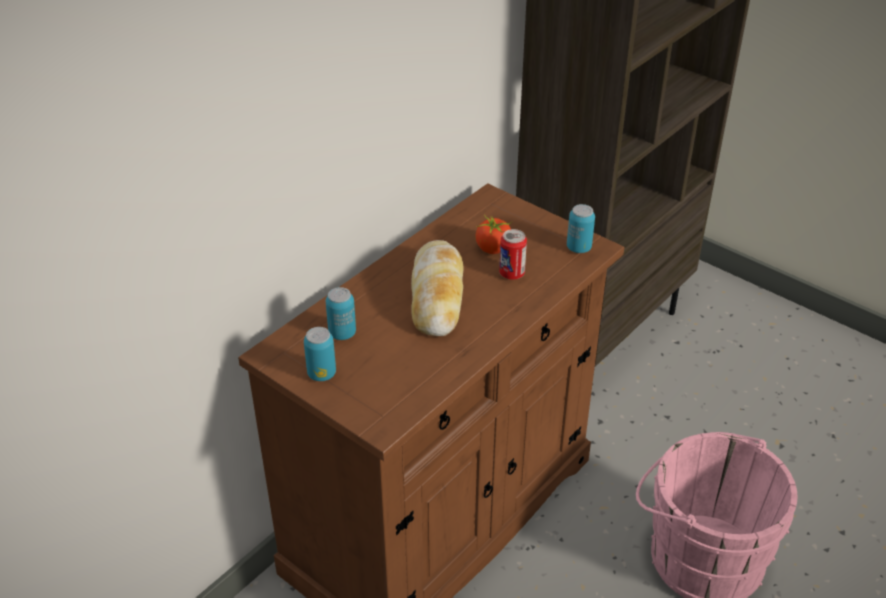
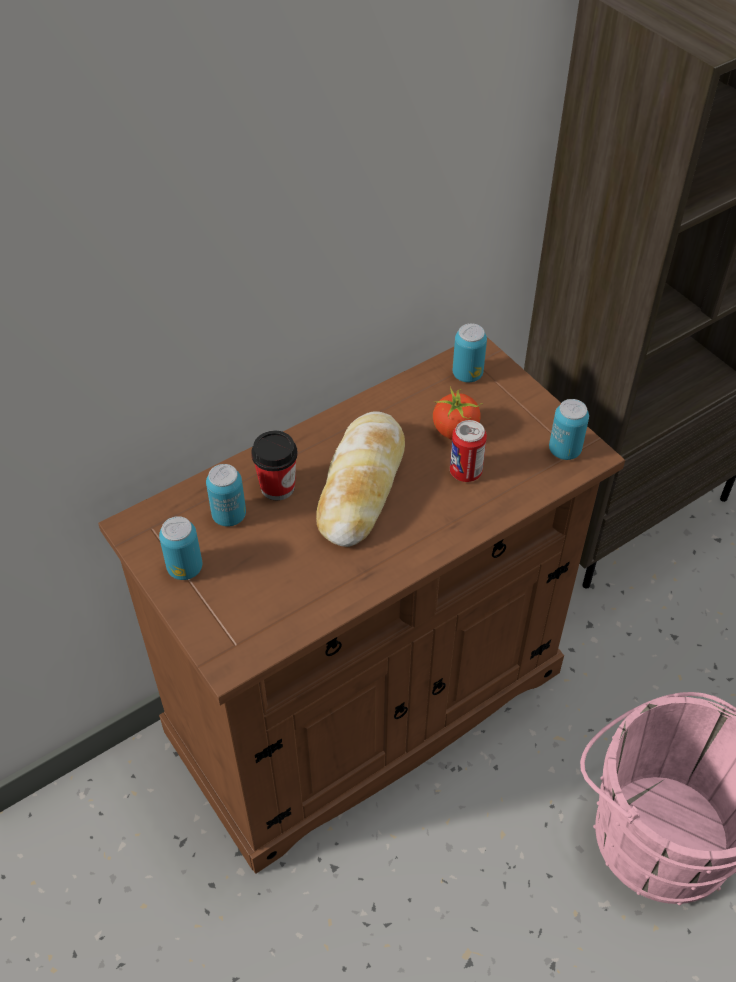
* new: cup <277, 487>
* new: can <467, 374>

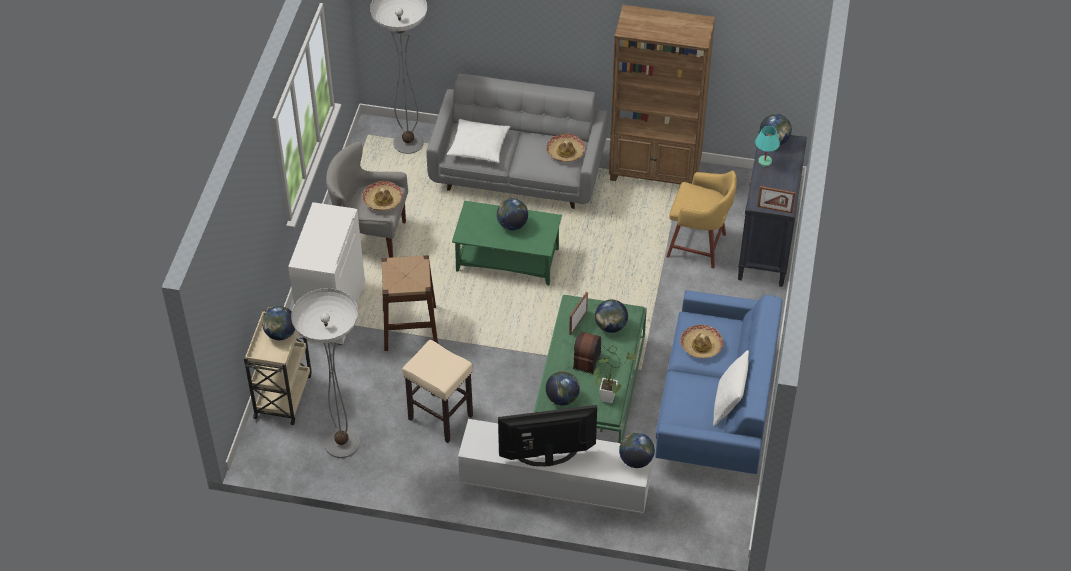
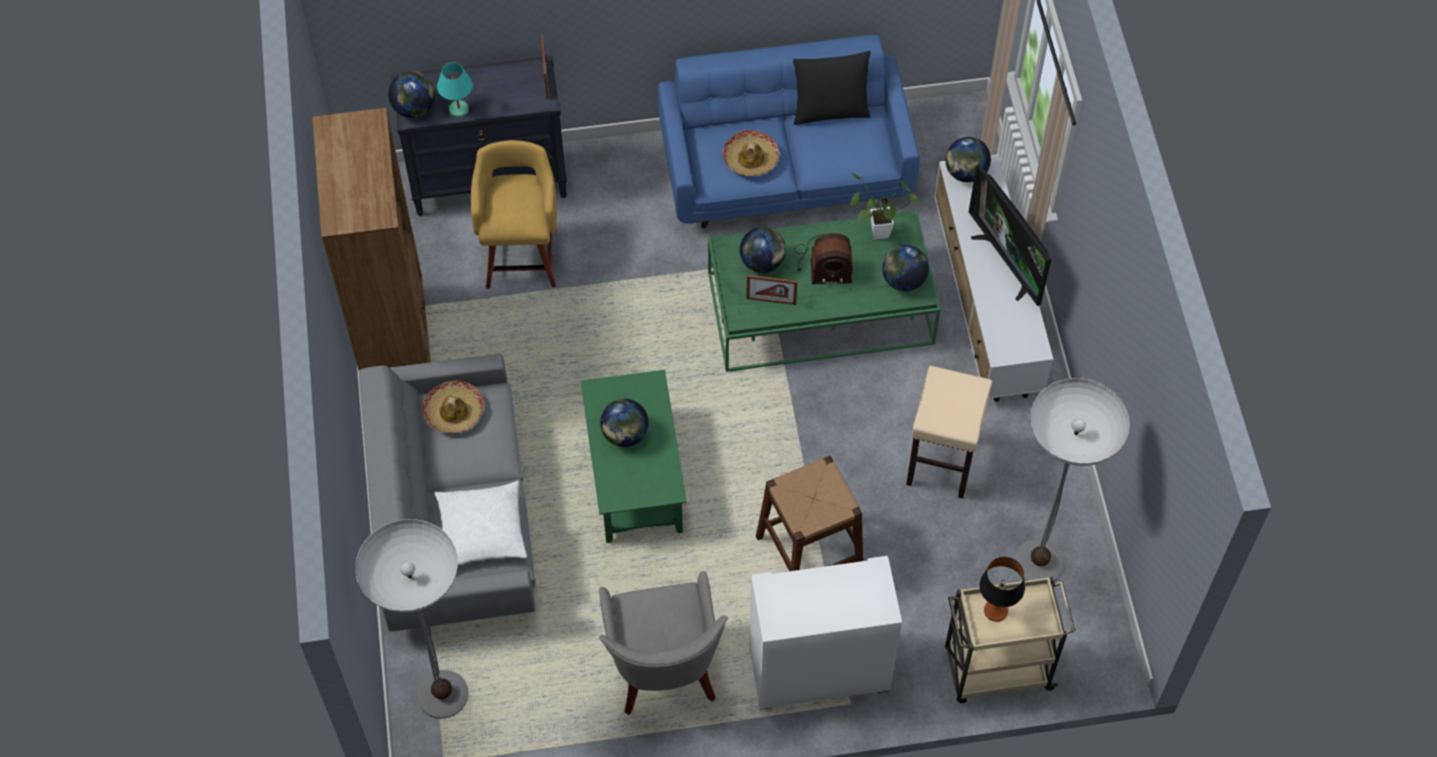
* swapped: globe <281, 334> to lamp for a table <996, 611>
* gone: clothing hat <383, 200>
* repainted: throw pillow/whitish <728, 404> to throw pillow/black-coloured <830, 110>

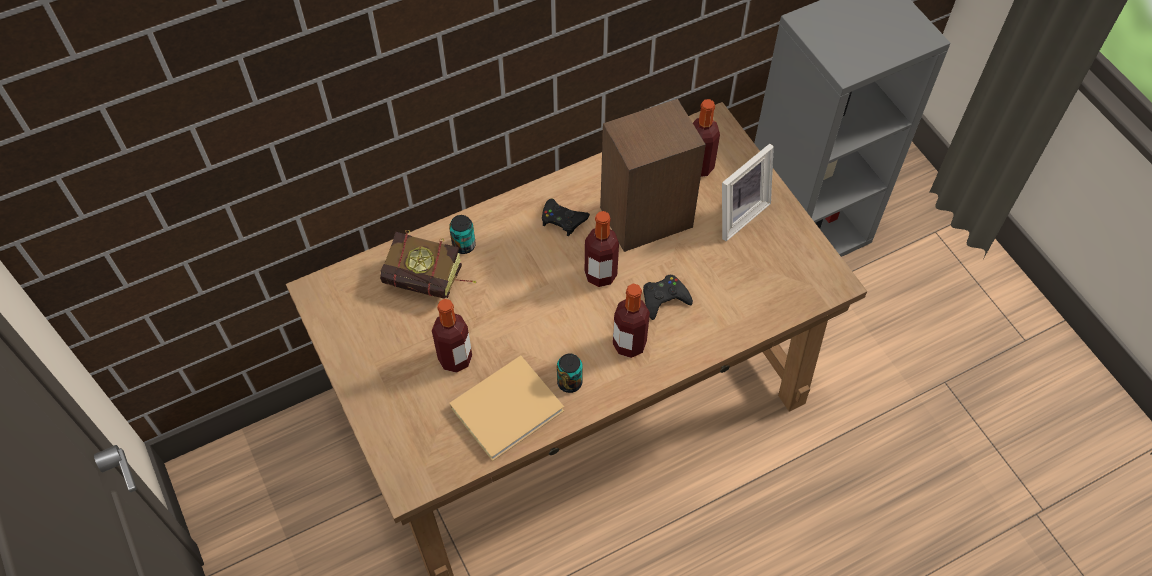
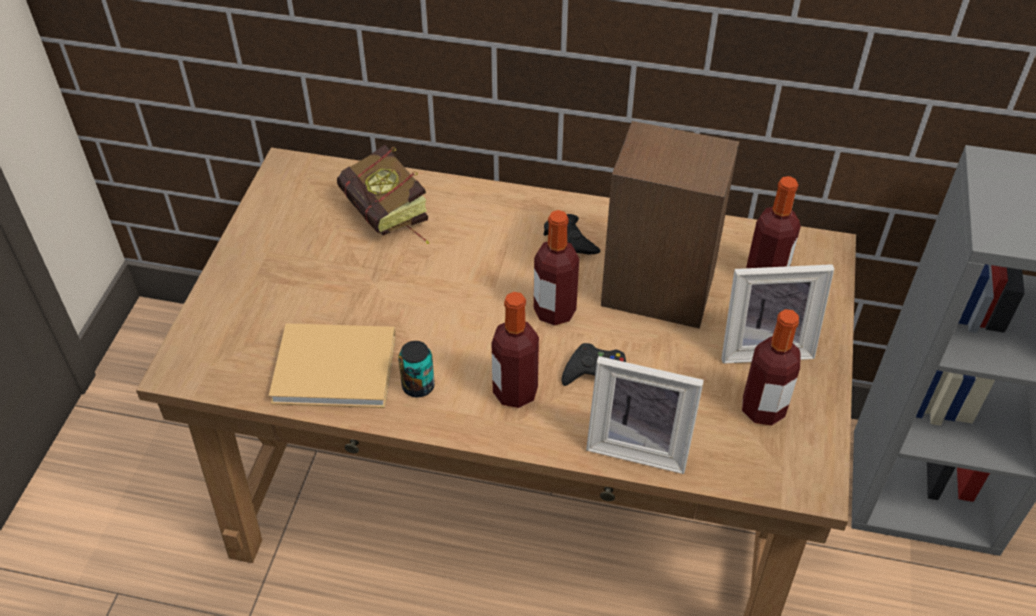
* shifted: beverage bottle <455, 358> to <763, 409>
* gone: can <464, 245>
* new: standing frame <639, 444>

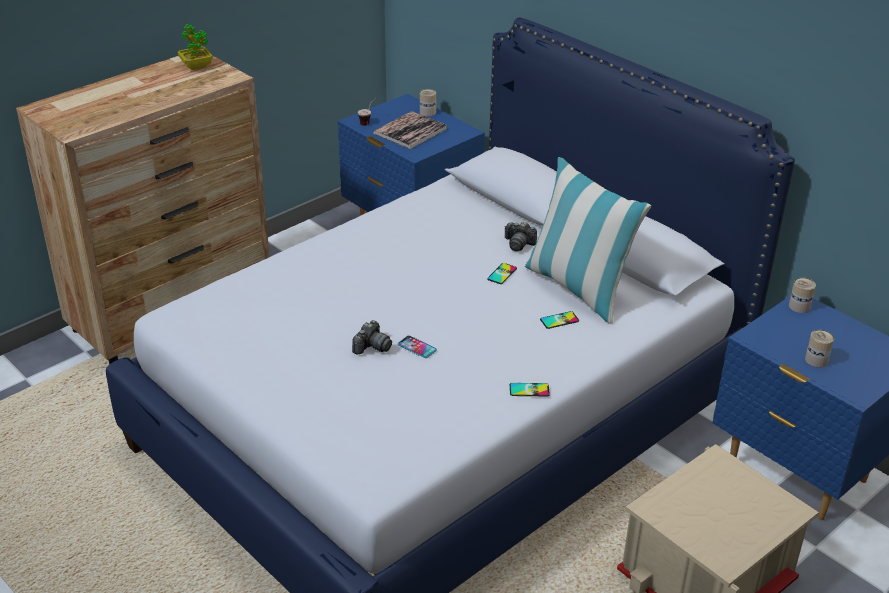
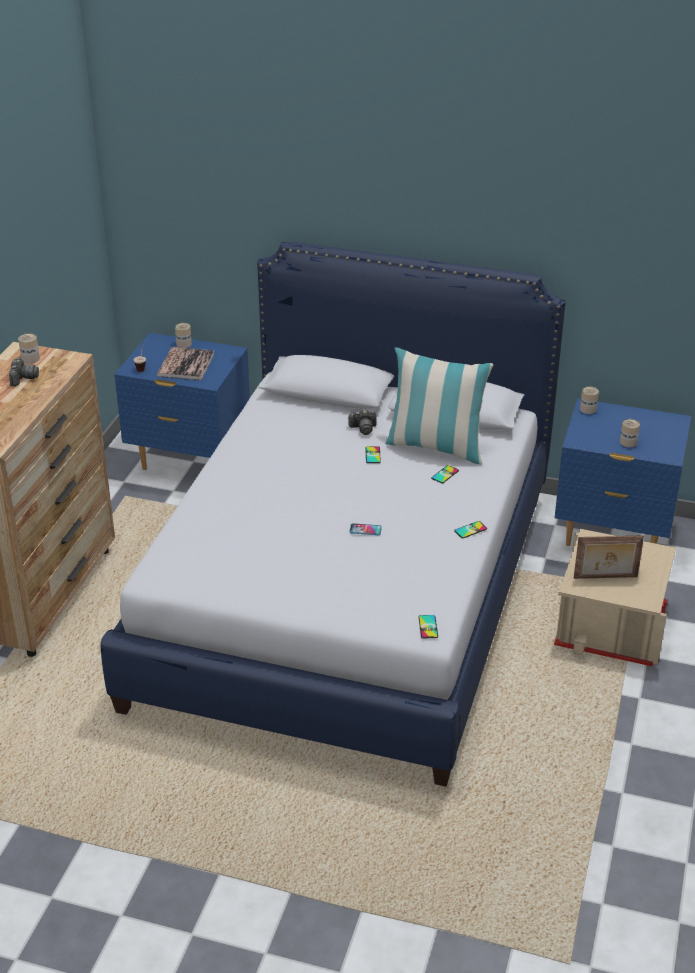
* swapped: houseplant <196, 66> to can <30, 358>
* shifted: photo camera <372, 347> to <23, 378>
* new: phone <428, 627>
* new: standing frame <605, 578>

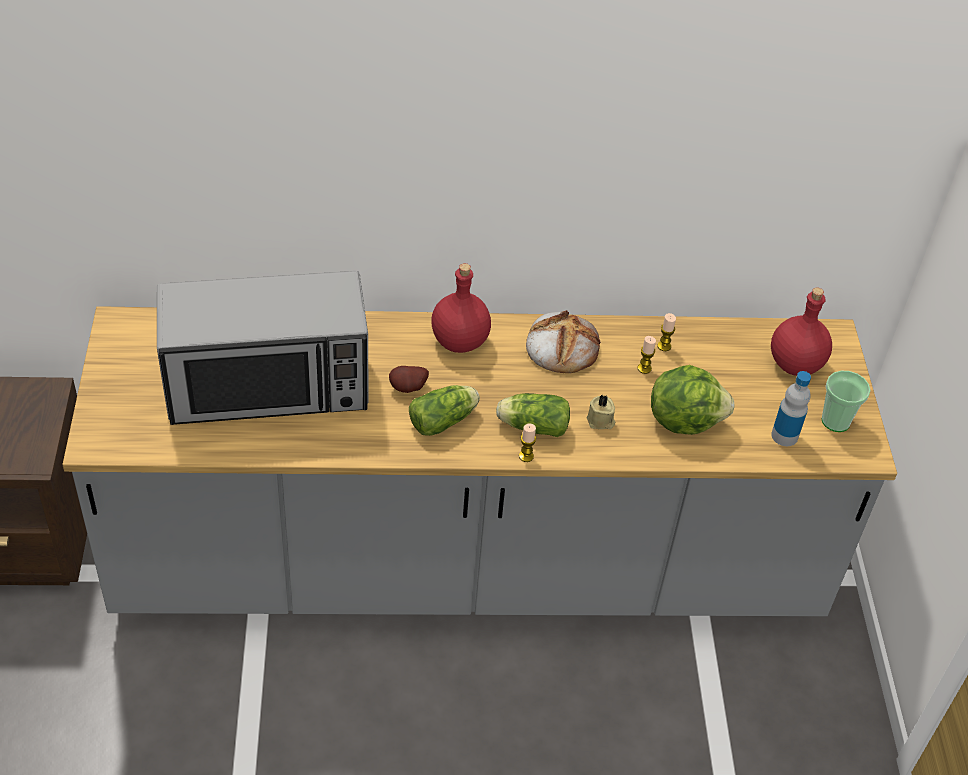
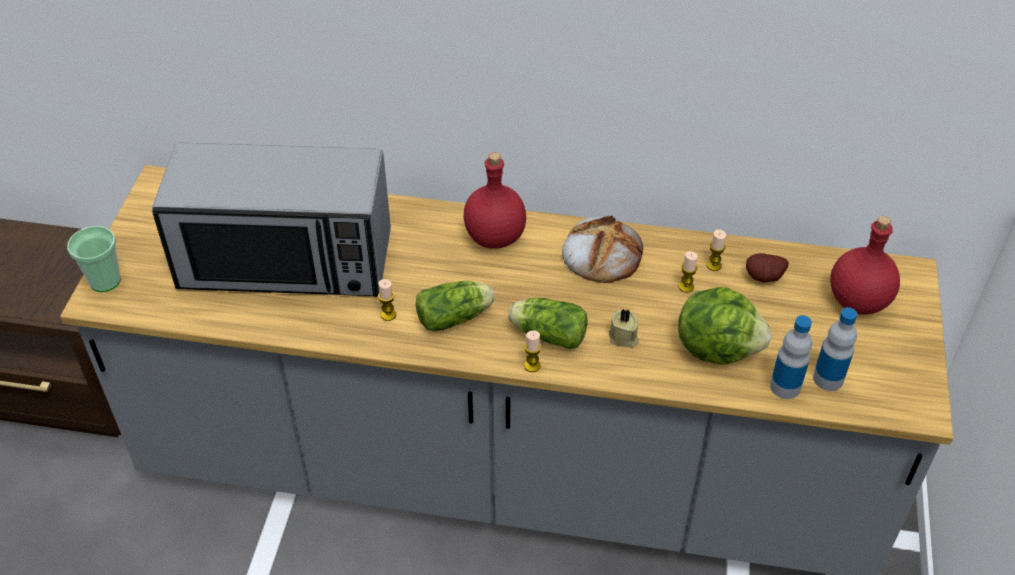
* shifted: potato <409, 389> to <764, 279>
* shifted: cup <835, 421> to <105, 281>
* new: wax candle <388, 315>
* new: beverage bottle <785, 386>

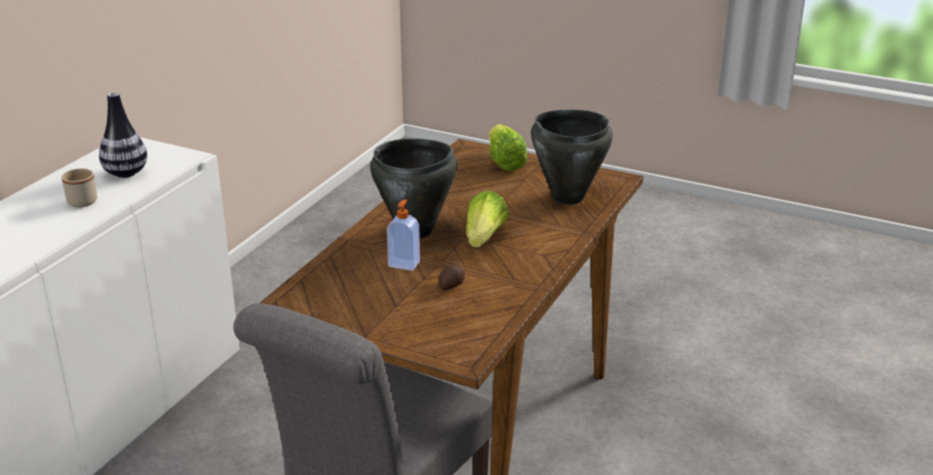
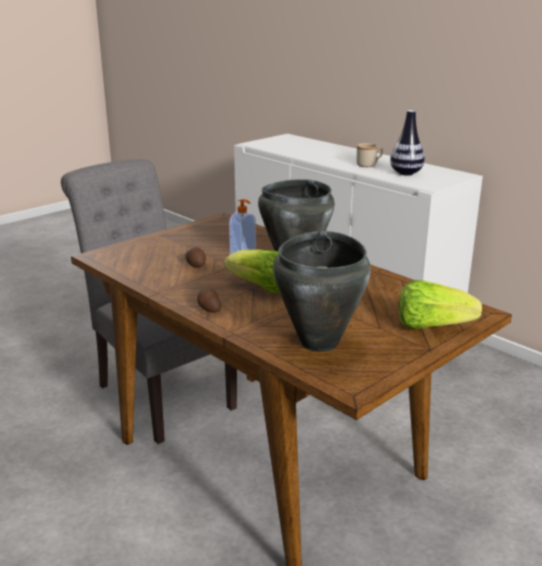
* new: potato <209, 309>

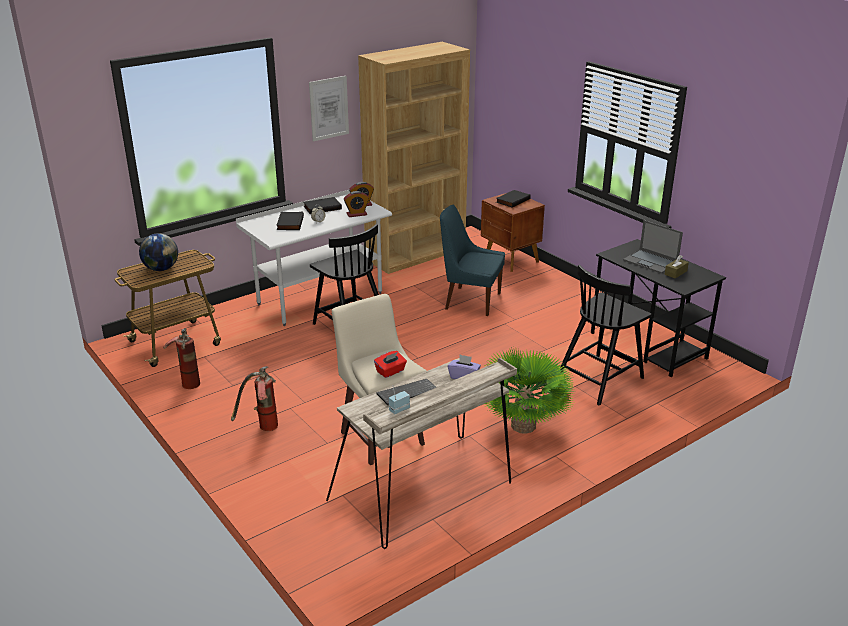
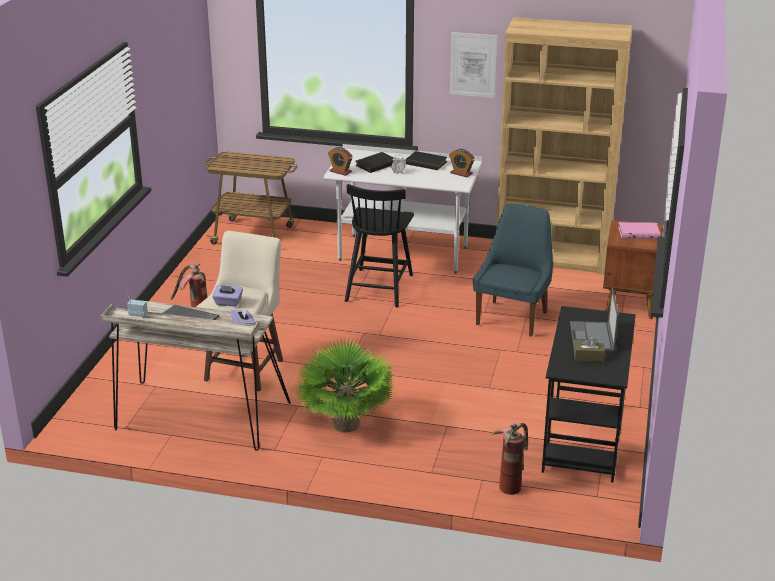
* gone: globe <161, 269>
* shifted: fire extinguisher <188, 381> to <511, 482>
* shifted: table clock <356, 214> to <340, 171>
* repainted: tissue box/red-coloured <390, 371> to tissue box/purplish <228, 303>
* rotated: chair/bluish <470, 301> = <513, 317> 45 degrees clockwise
* repainted: bound book/black-coloured <512, 200> to bound book/pink-coloured <638, 232>
* gone: chair/black-coloured <599, 379>

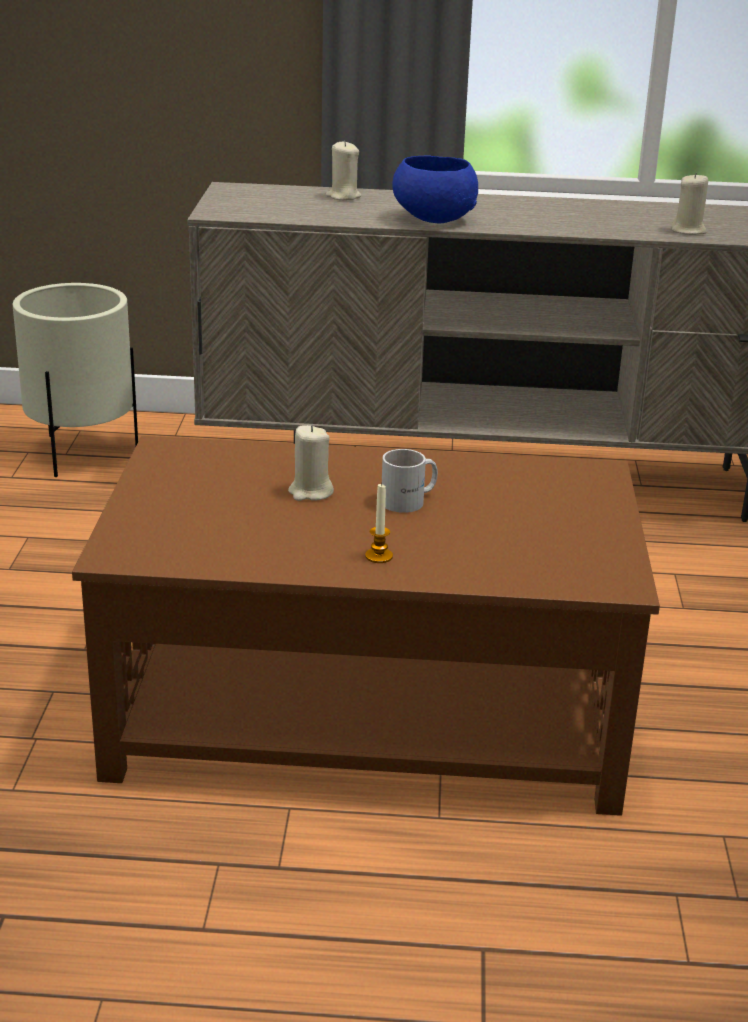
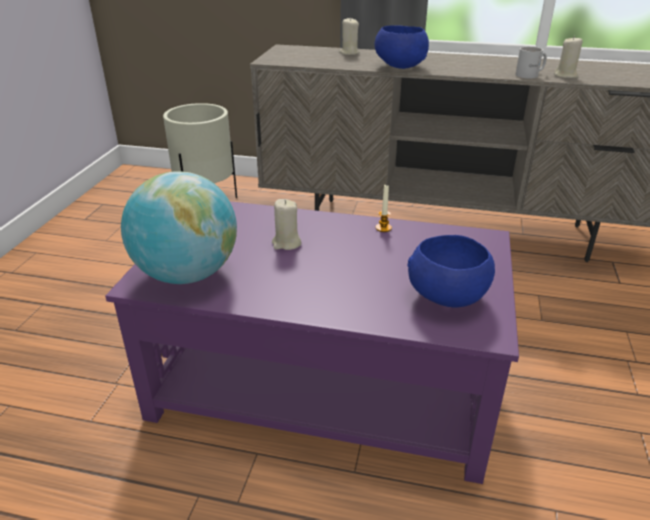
* repainted: coffee table/brown <364, 712> to coffee table/purplish <323, 382>
* shifted: wax candle <379, 556> to <383, 228>
* shifted: coffee mug/whitish <410, 501> to <530, 75>
* new: globe <187, 274>
* new: serving bowl/bluish <446, 298>

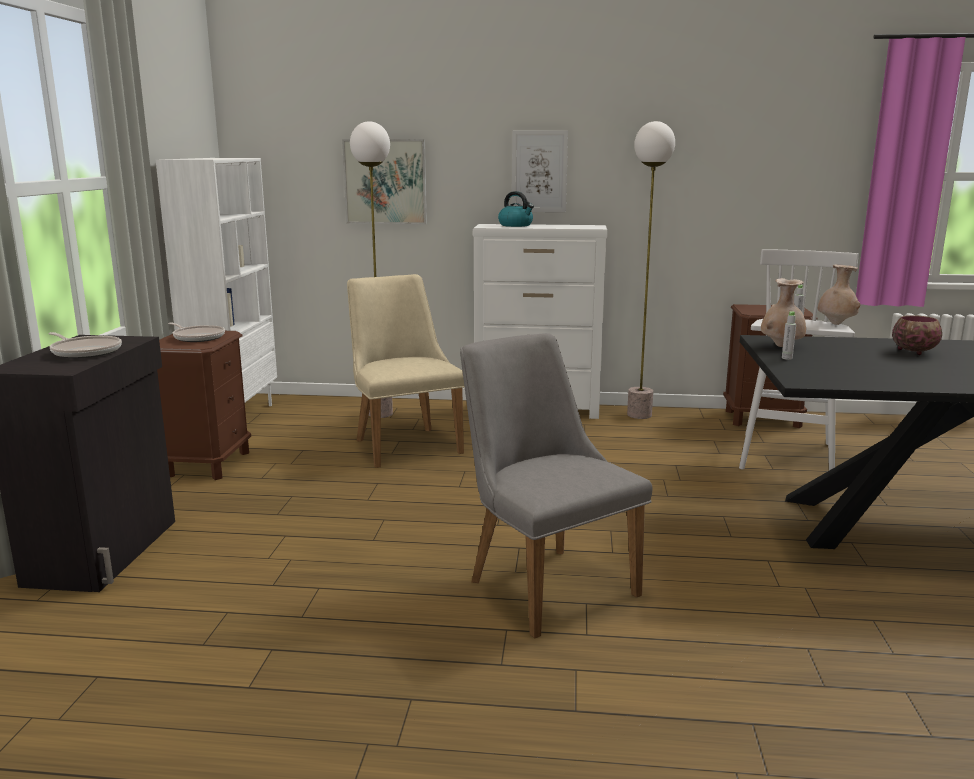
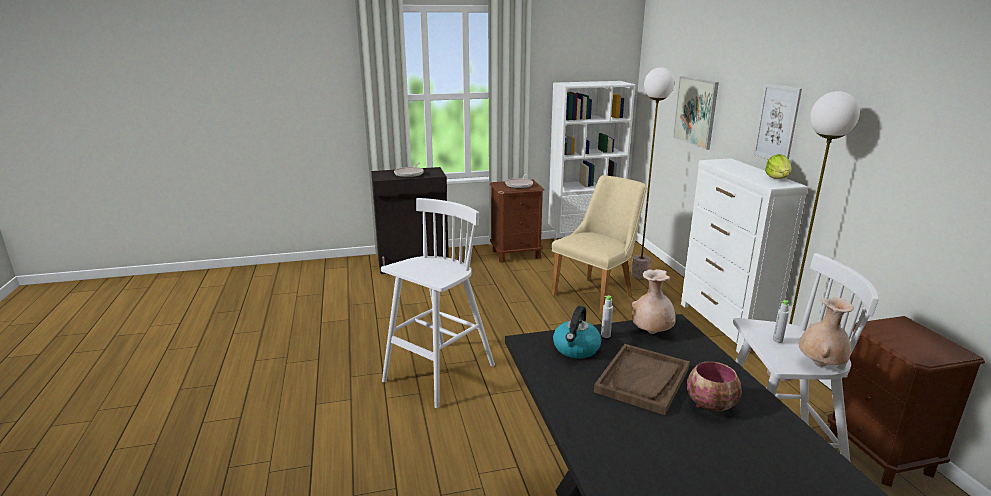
* swapped: chair/grey <542, 581> to stool/whitish <438, 374>
* shifted: tea kettle <516, 225> to <576, 349>
* new: carrying tray/brown <642, 380>
* new: lettuce <777, 179>

